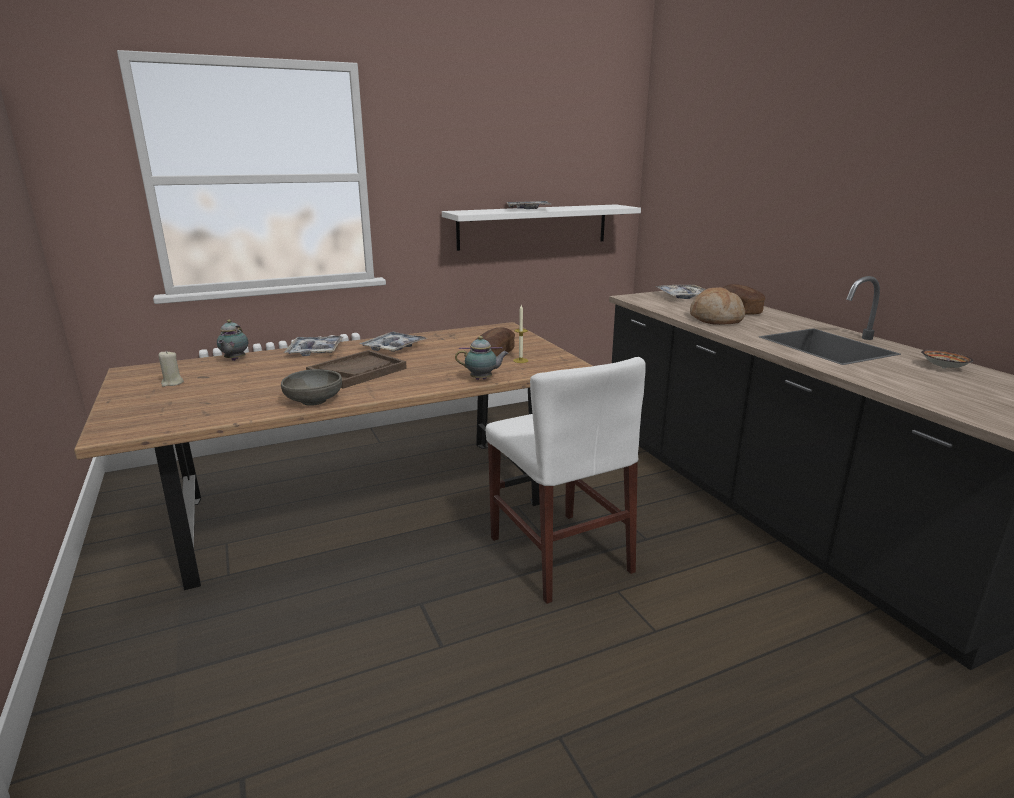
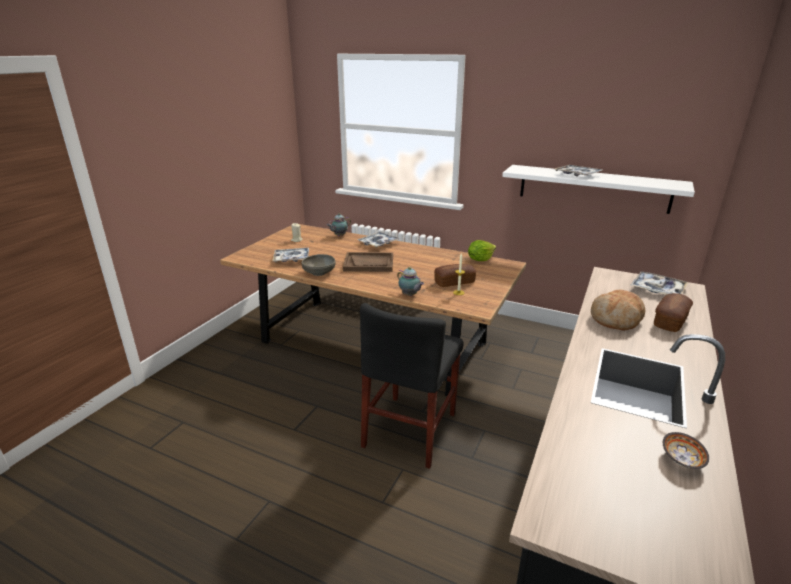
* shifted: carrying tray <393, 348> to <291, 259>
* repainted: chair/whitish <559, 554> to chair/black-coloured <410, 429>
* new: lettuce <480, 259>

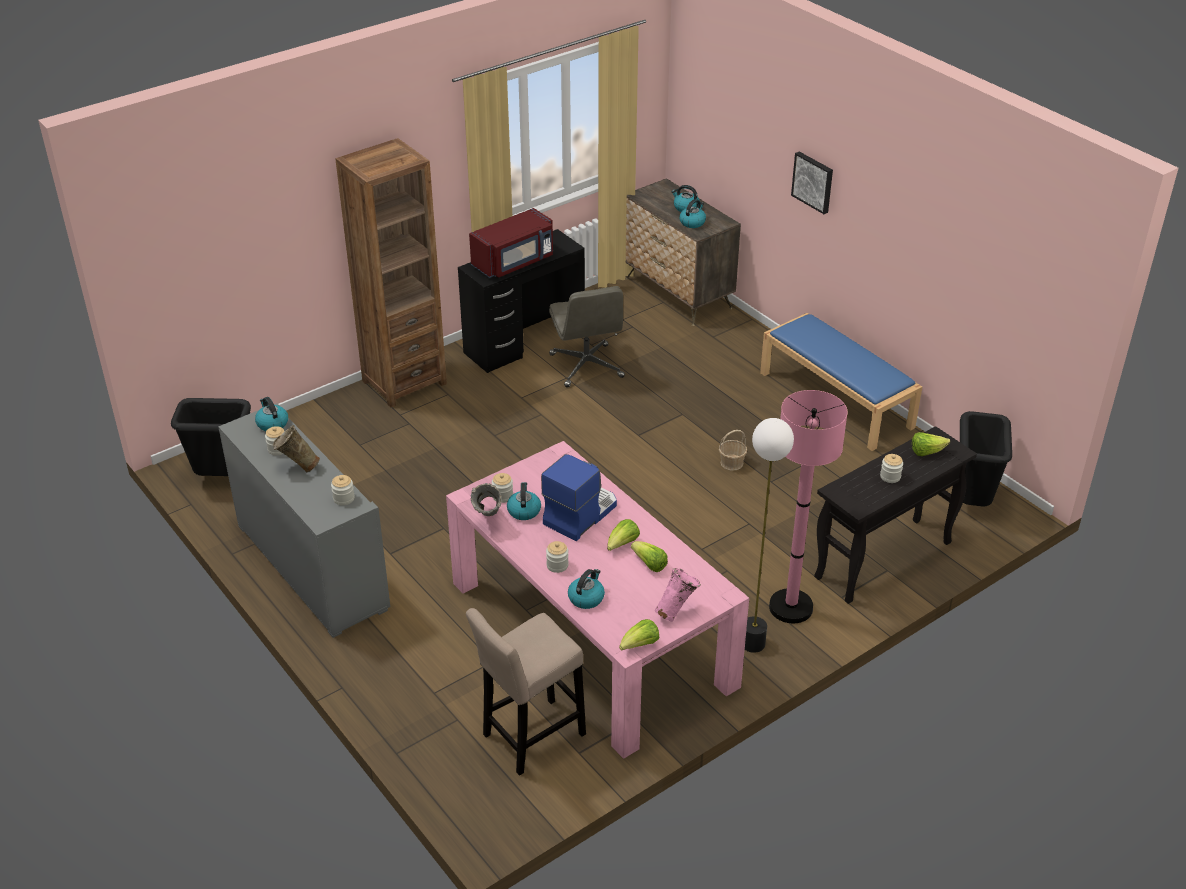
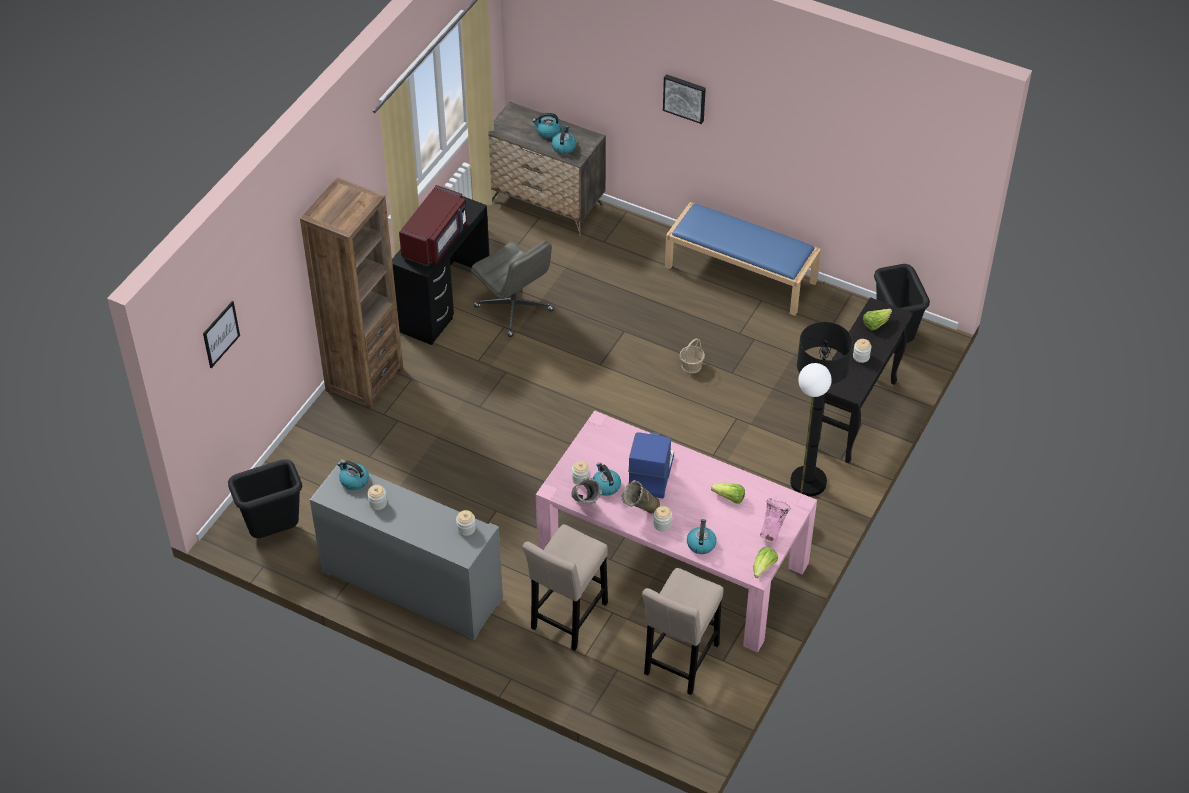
* shifted: vase/beige <297, 468> to <639, 512>
* gone: lettuce <622, 544>
* repainted: standing lamp/pink-coloured <791, 607> to standing lamp/black-coloured <808, 482>
* new: wall art <221, 334>
* new: stool/beige <567, 619>

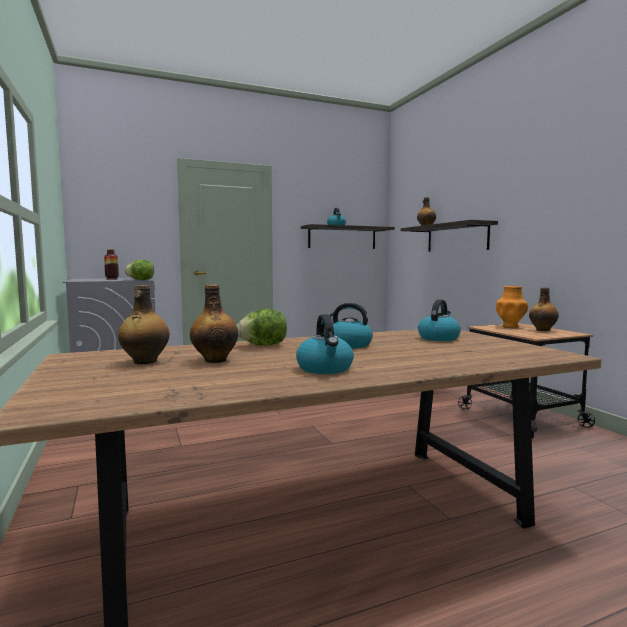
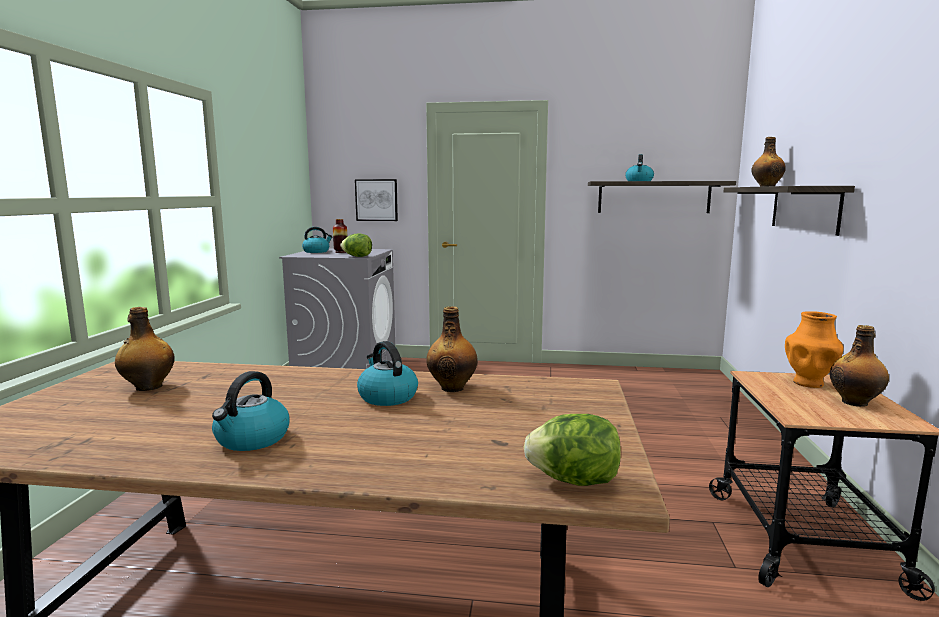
* shifted: beverage bottle <215, 360> to <452, 387>
* shifted: lettuce <263, 345> to <574, 481>
* shifted: tea kettle <438, 338> to <316, 251>
* new: wall art <376, 200>

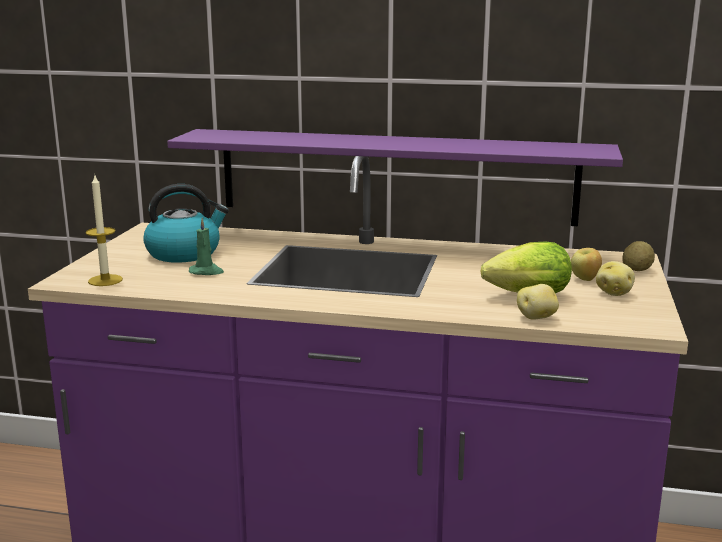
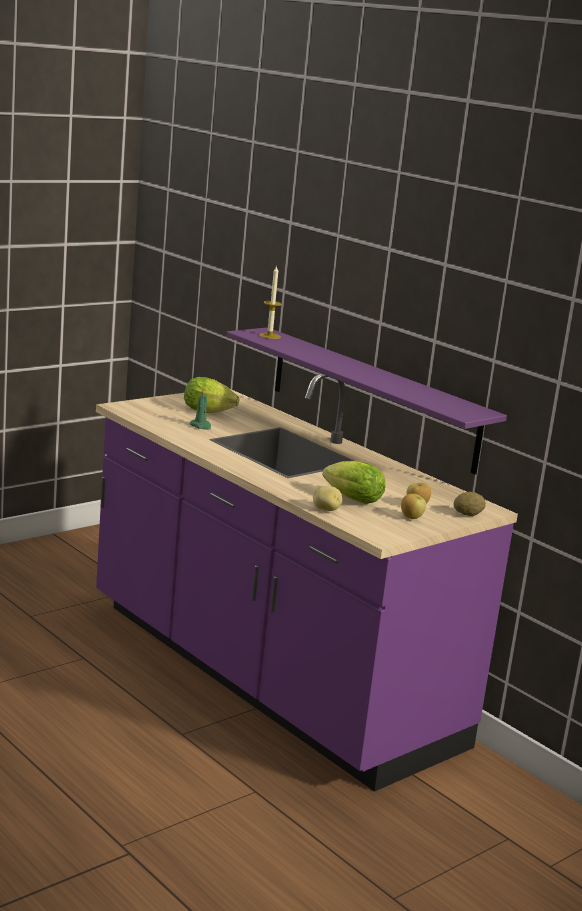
* shifted: wax candle <105, 280> to <269, 336>
* swapped: tea kettle <184, 253> to lettuce <211, 412>
* swapped: potato <614, 293> to whole apple <411, 518>

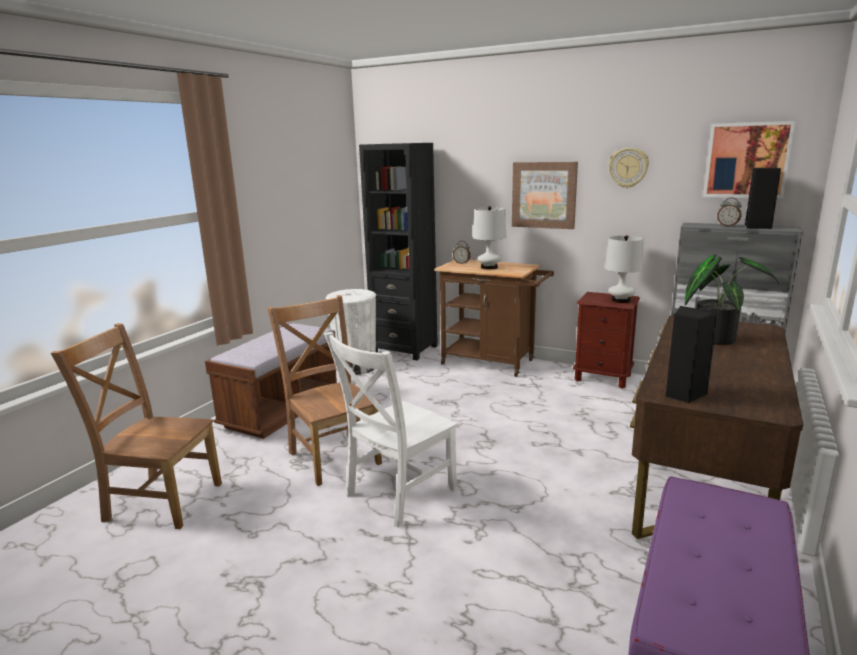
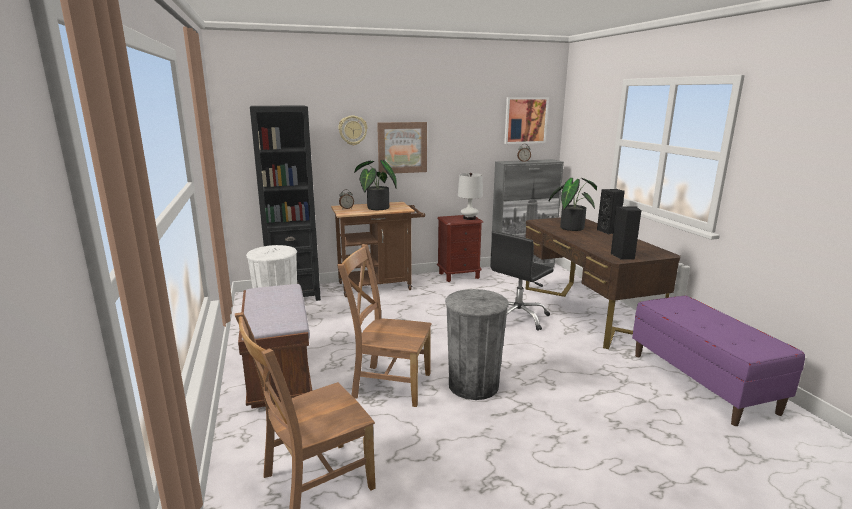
* swapped: chair/whitish <397, 494> to waste bin/grey <473, 385>
* swapped: lamp for a table/whitish <489, 267> to houseplant <375, 208>
* shifted: clock on the wall <628, 168> to <352, 130>
* shifted: speaker/black-coloured <757, 227> to <609, 231>
* new: desk chair/black-coloured <518, 317>

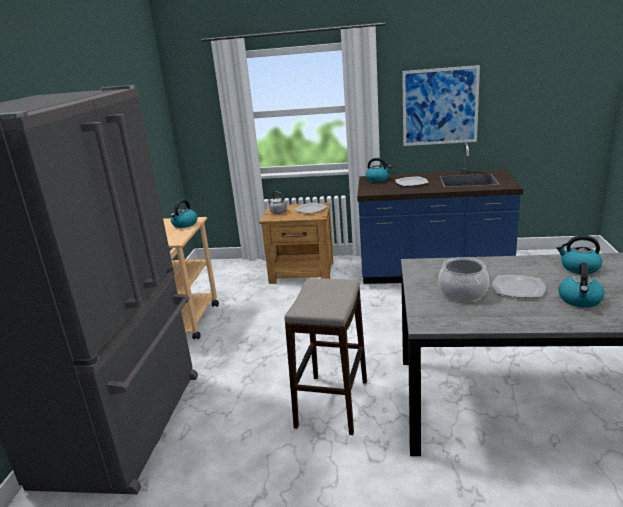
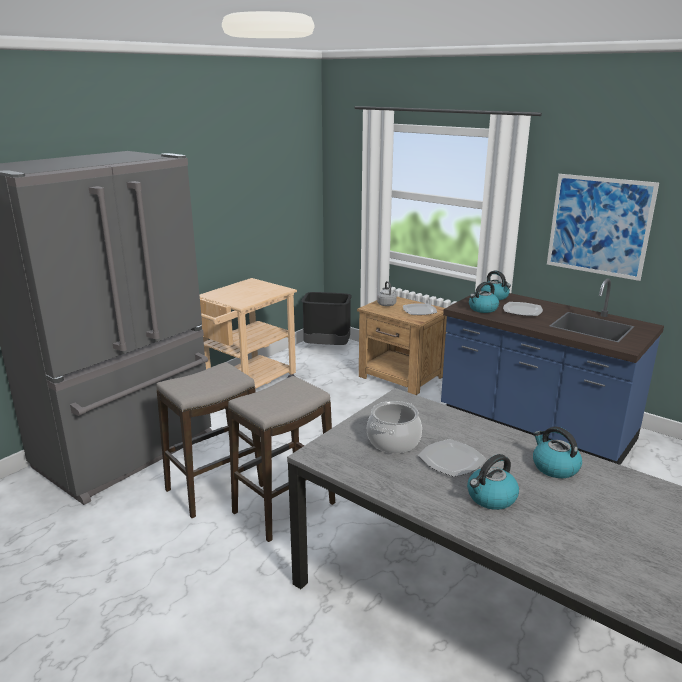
* shifted: tea kettle <184, 224> to <482, 309>
* new: stool <215, 488>
* new: waste bin/black-coloured <327, 347>

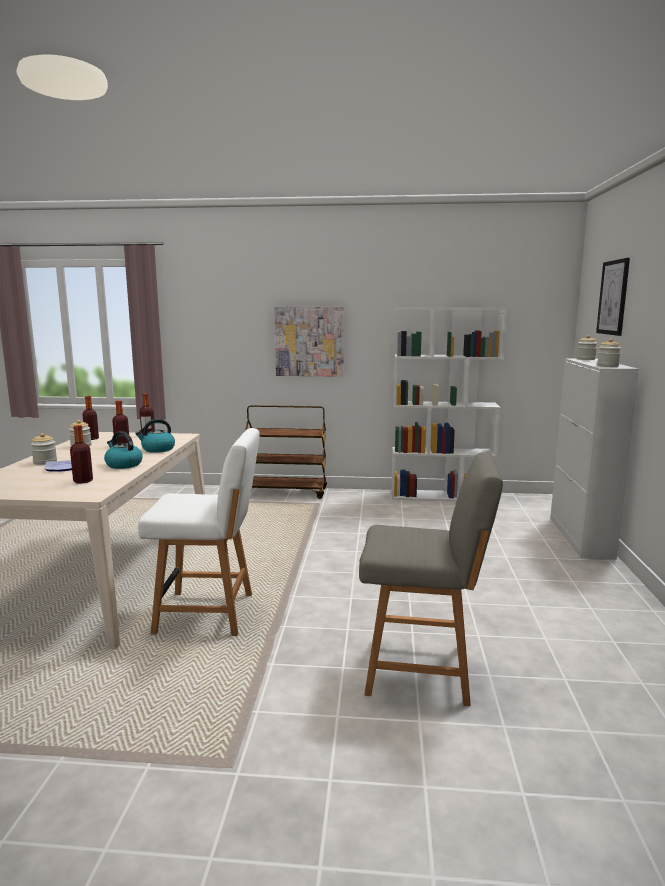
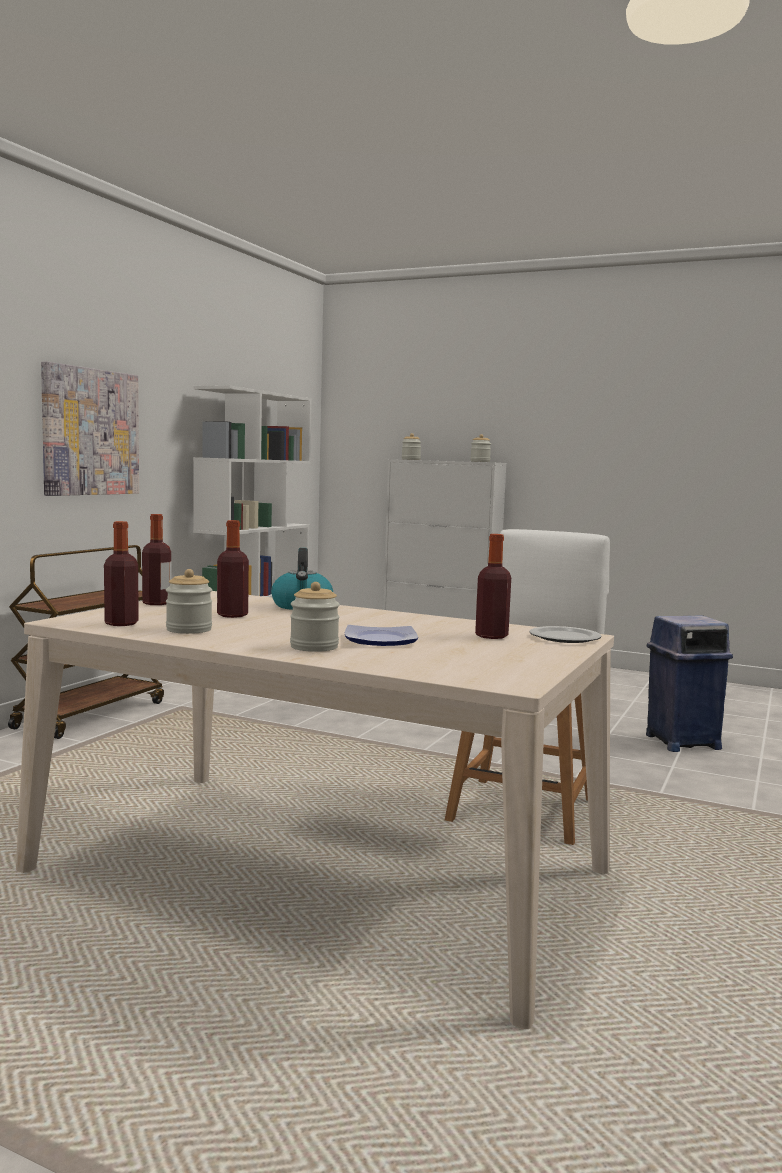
* gone: tea kettle <123, 465>
* swapped: chair/grey <423, 670> to waste bin/bluish <681, 742>
* gone: wall art <613, 297>
* new: plate <564, 637>

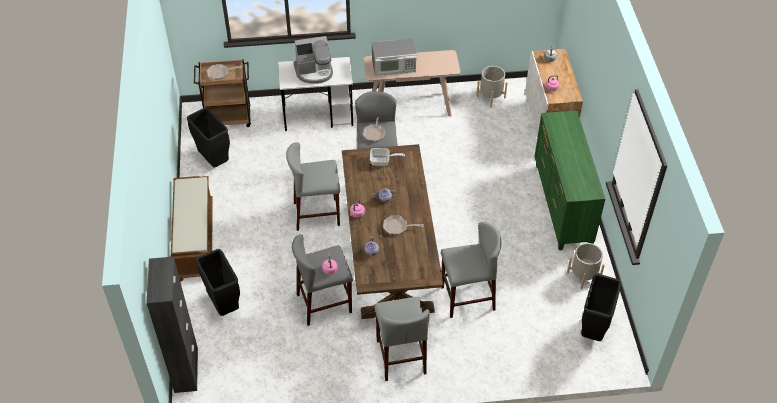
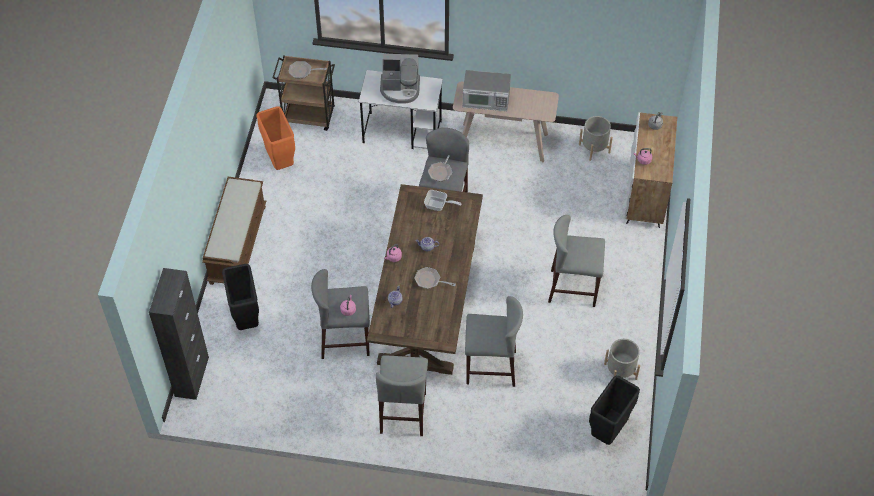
* repainted: waste bin/black-coloured <214, 161> to waste bin/orange-coloured <280, 161>
* shifted: stool/grey <317, 214> to <573, 288>
* gone: drawer chest/greenish <562, 205>

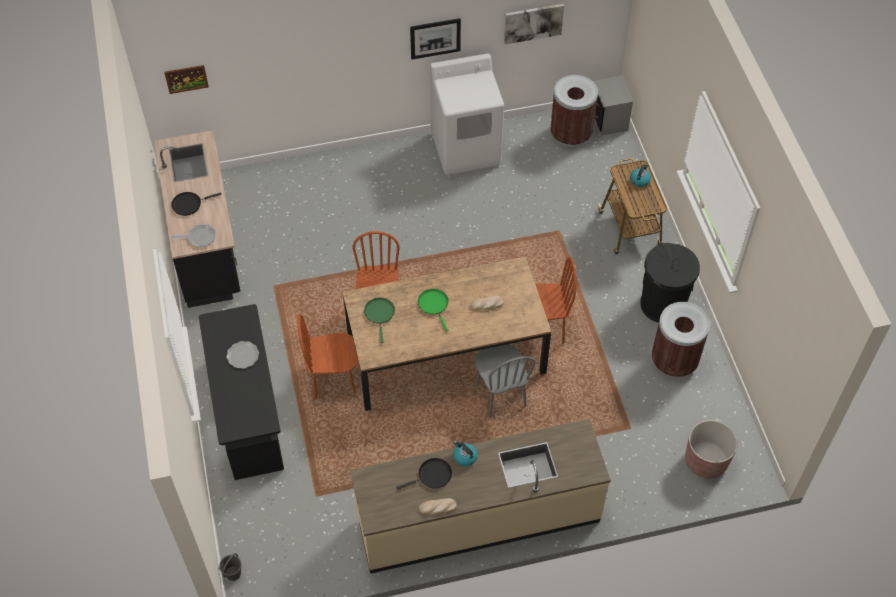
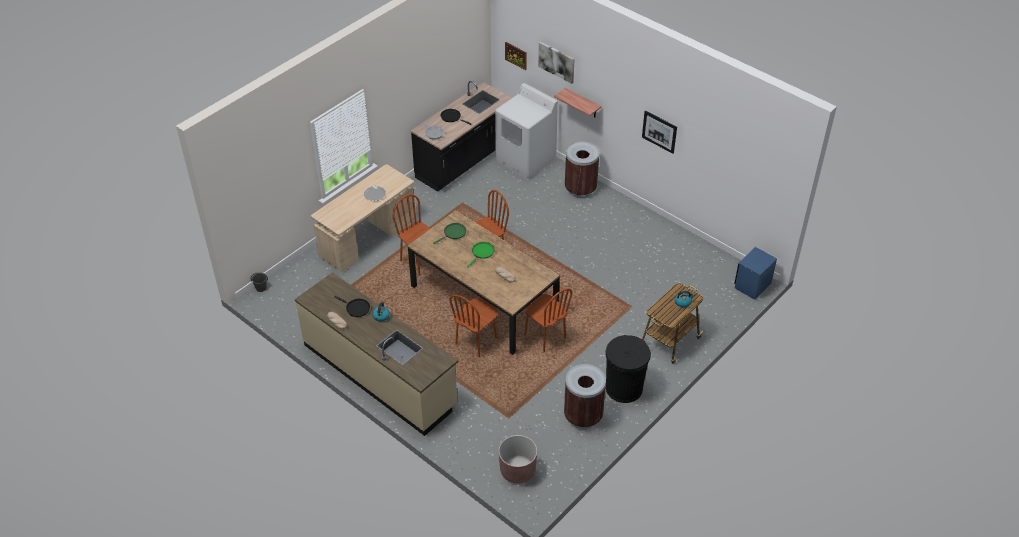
* repainted: desk/black-coloured <248, 412> to desk/beige <367, 238>
* shifted: washing machine/whitish <466, 148> to <526, 160>
* repainted: chair/grey <500, 395> to chair/brown <476, 341>
* shifted: wall art <533, 23> to <556, 62>
* shifted: waste bin/brown <571, 134> to <580, 189>
* repainted: night table/grey <608, 120> to night table/bluish <752, 285>
* new: wall shelf <583, 103>

